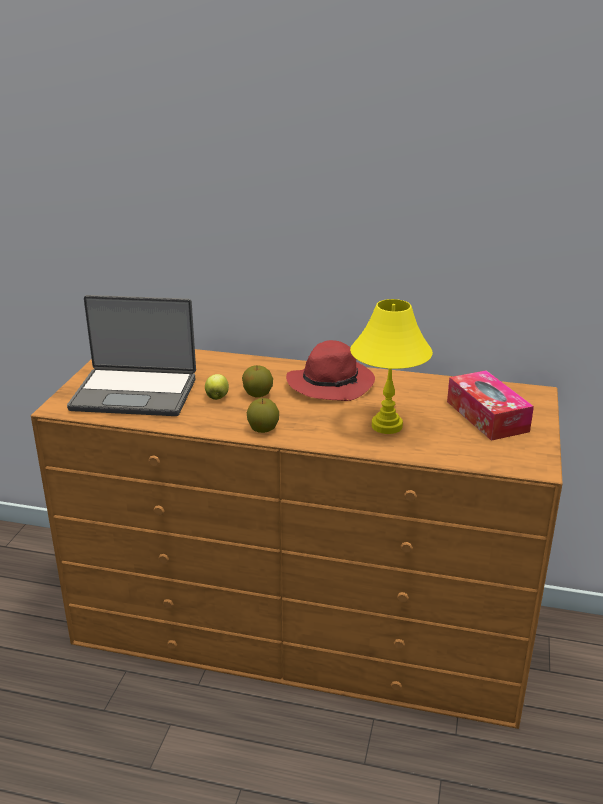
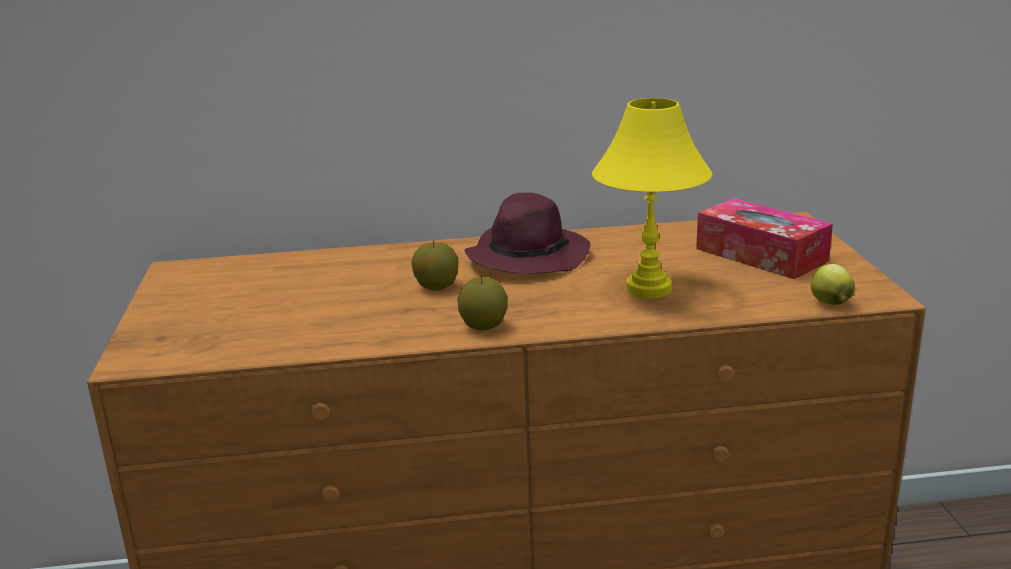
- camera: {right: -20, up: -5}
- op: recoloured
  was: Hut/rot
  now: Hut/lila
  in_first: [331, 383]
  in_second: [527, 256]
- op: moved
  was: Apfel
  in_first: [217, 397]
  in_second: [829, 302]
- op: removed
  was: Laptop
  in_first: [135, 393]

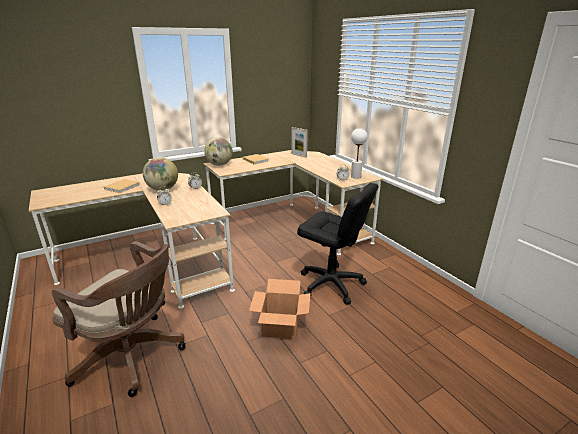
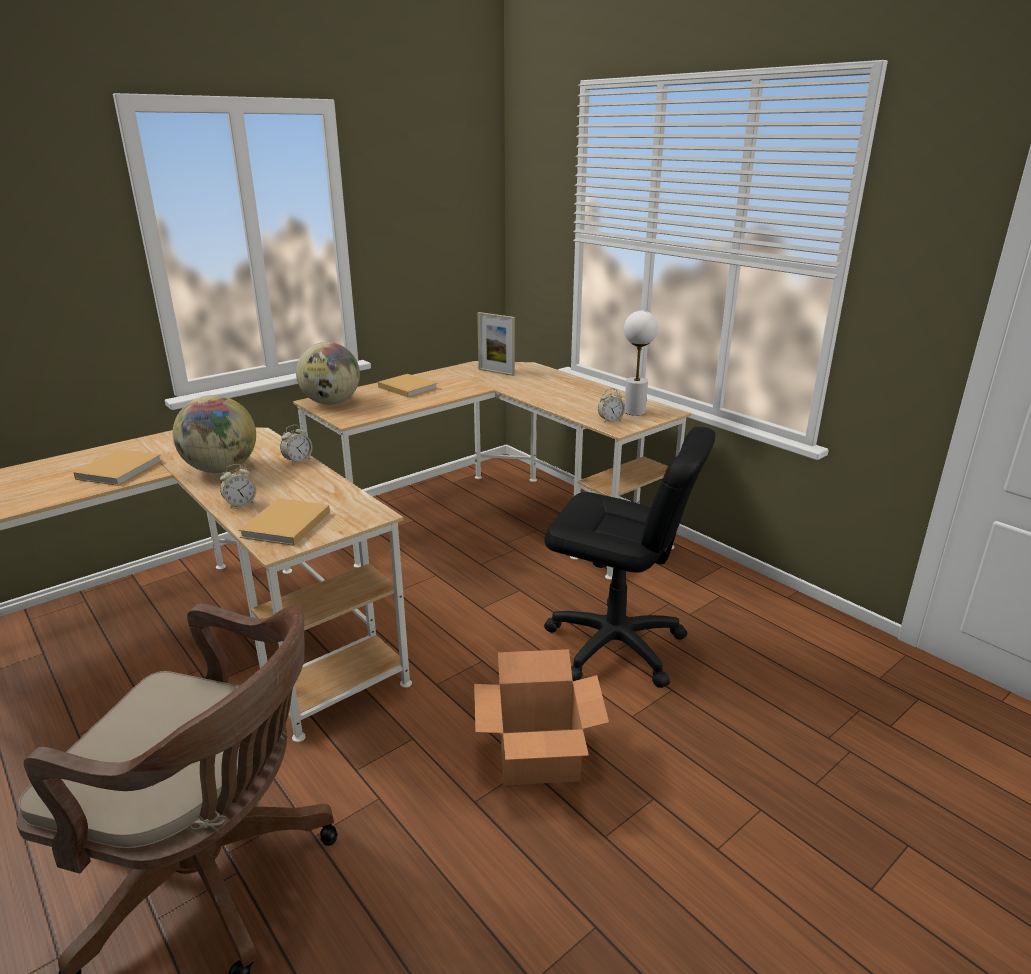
- camera: {right: -10, up: 0}
- op: added
  now: Buch/beige
  in_second: [285, 525]

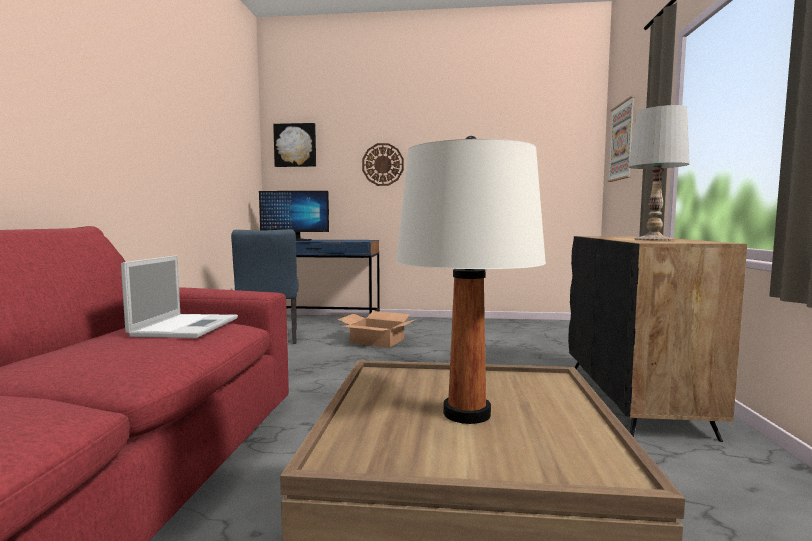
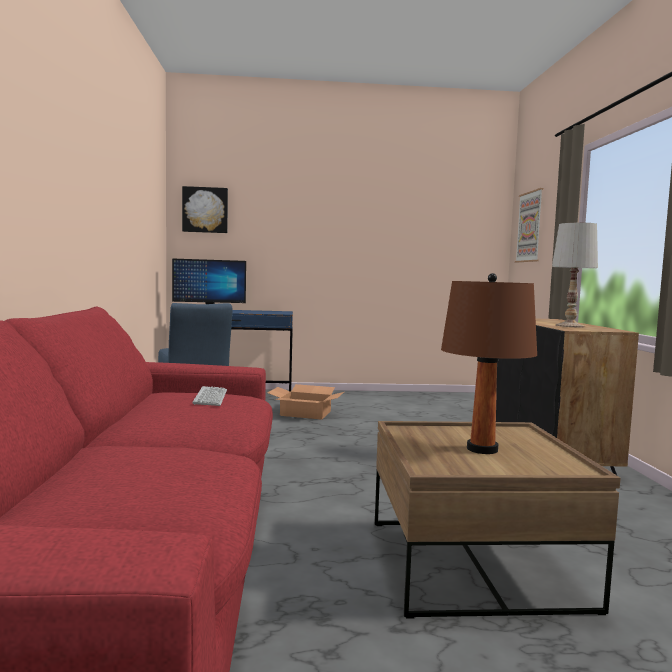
- camera: {right: -10, up: 0}
- op: replaced
  was: Laptop
  now: Tastatur
  in_first: [187, 326]
  in_second: [210, 397]
- op: recoloured
  was: Tischlampe/weiß
  now: Tischlampe/braun
  in_first: [467, 413]
  in_second: [482, 449]
- op: removed
  was: Wanduhr
  in_first: [383, 164]

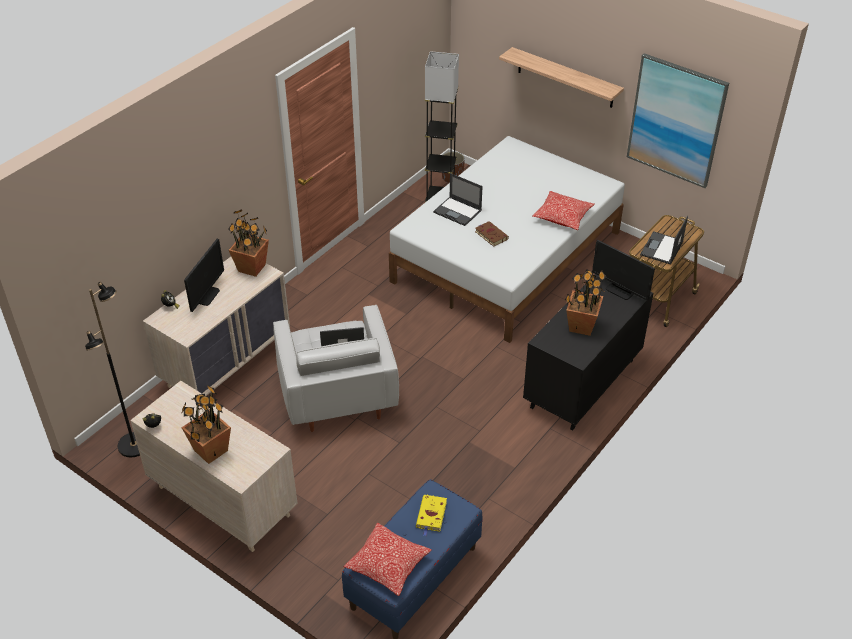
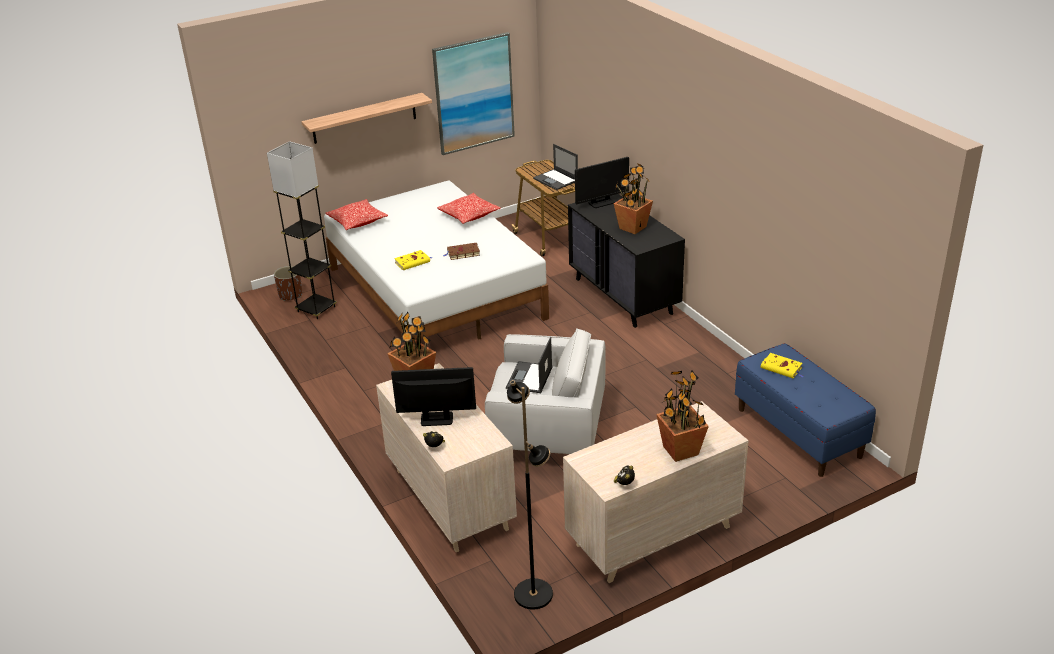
- camera: {right: -65, up: -10}
- op: moved
  was: Kissen
  in_first: [388, 565]
  in_second: [357, 221]
- op: turned
  was: Monitor
  in_first: [206, 295]
  in_second: [436, 419]
  clockwise: -45
- op: replaced
  was: Laptop
  now: Buch/gelb
  in_first: [458, 211]
  in_second: [413, 262]

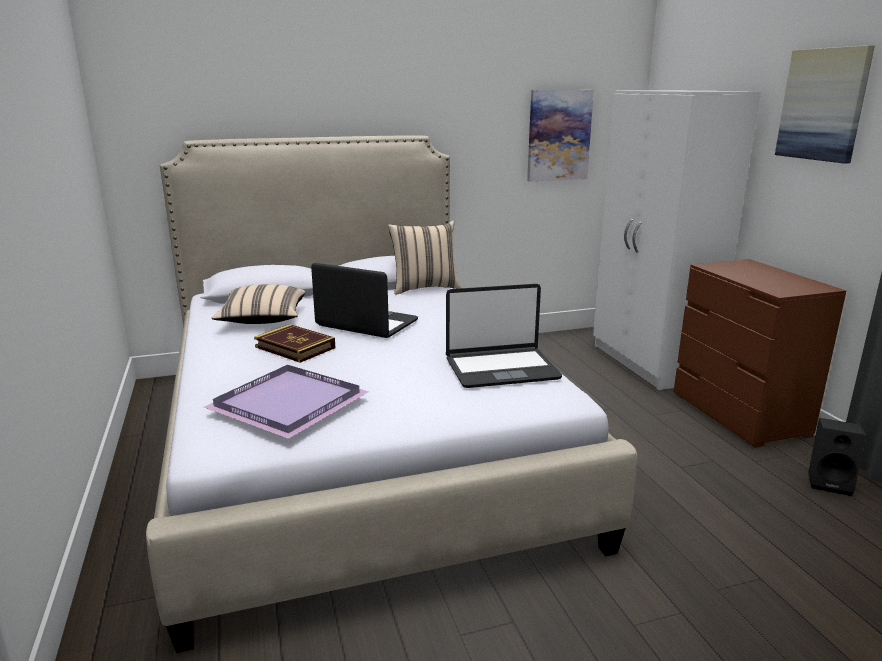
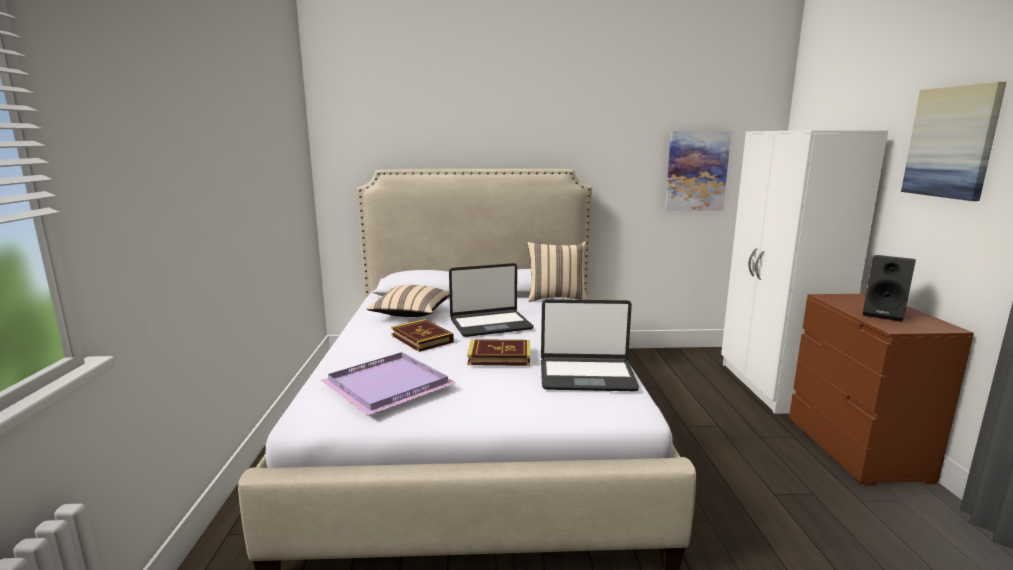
- camera: {right: 15, up: -5}
- op: turned
  was: Laptop
  in_first: [366, 324]
  in_second: [490, 324]
  clockwise: 120
- op: added
  now: Buch
  in_second: [499, 356]
- op: moved
  was: Lautsprecher/schwarz
  in_first: [830, 483]
  in_second: [885, 314]

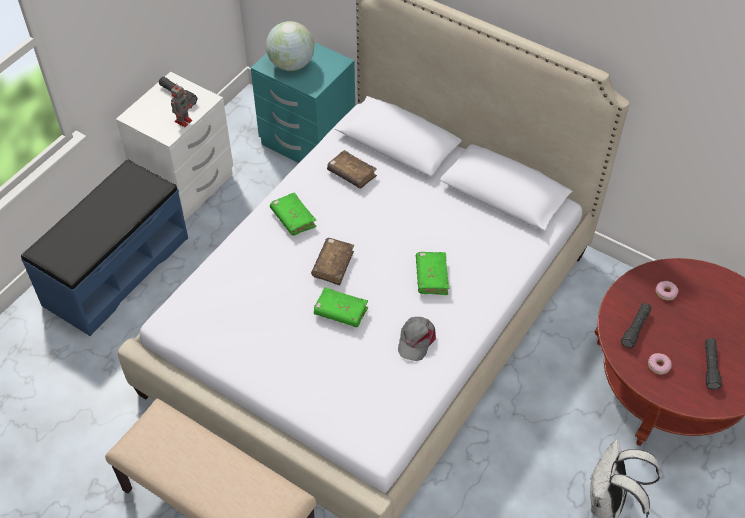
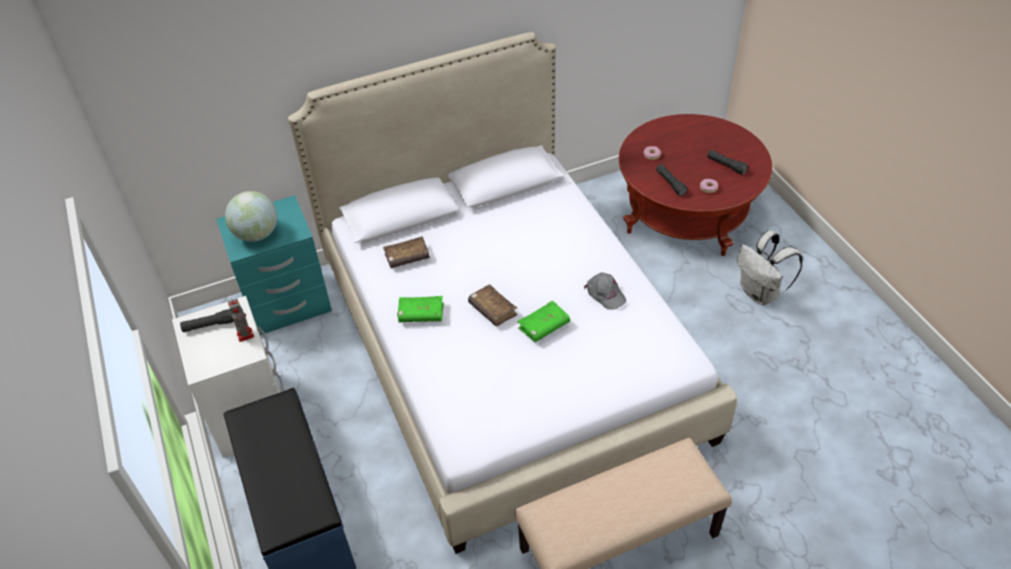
- camera: {right: -55, up: -5}
- op: removed
  was: Buch/grün
  in_first: [431, 277]

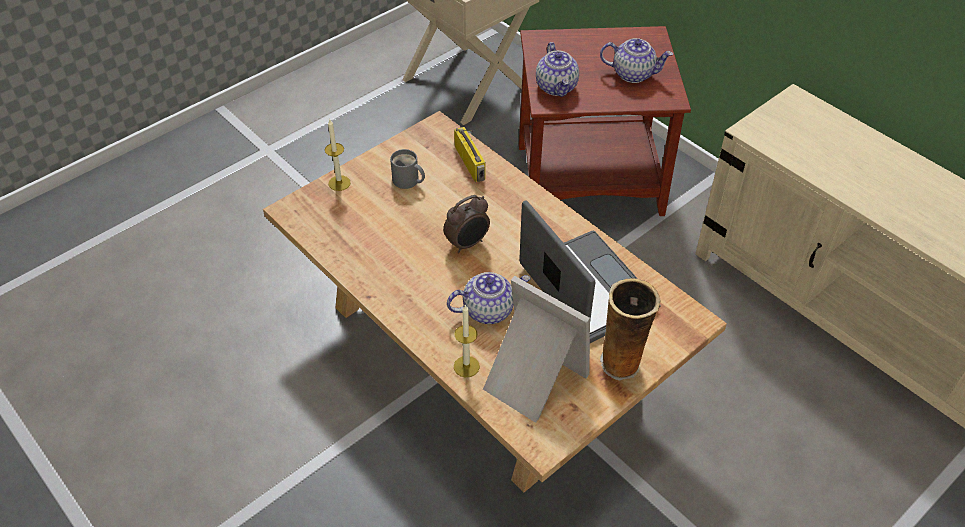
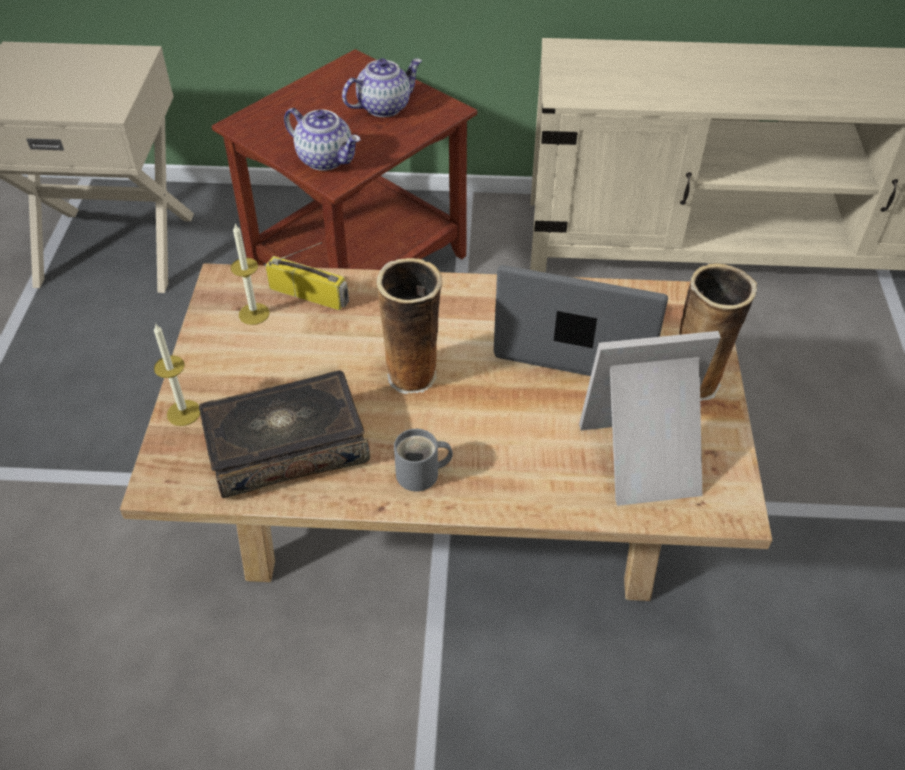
- camera: {right: -45, up: 0}
- op: added
  now: Buch
  in_second: [286, 446]
- op: moved
  was: Kerze
  in_first: [466, 366]
  in_second: [254, 314]
- op: replaced
  was: Wecker
  now: Vase
  in_first: [468, 244]
  in_second: [414, 376]
- op: moved
  was: Henkelbecher/grau
  in_first: [407, 181]
  in_second: [422, 474]
- op: removed
  was: Teekanne
  in_first: [488, 310]

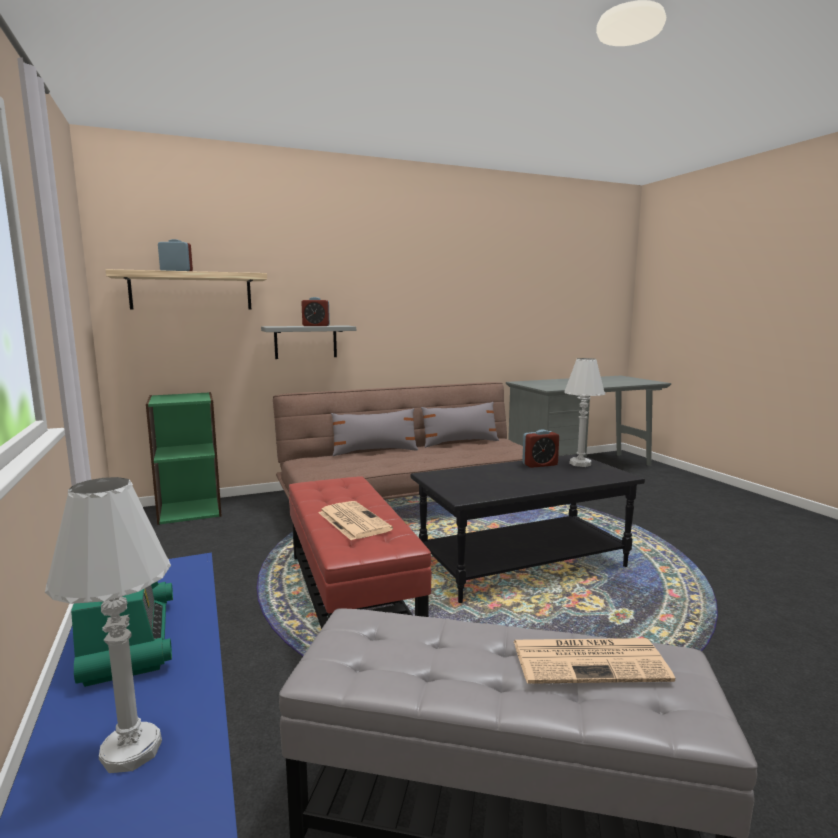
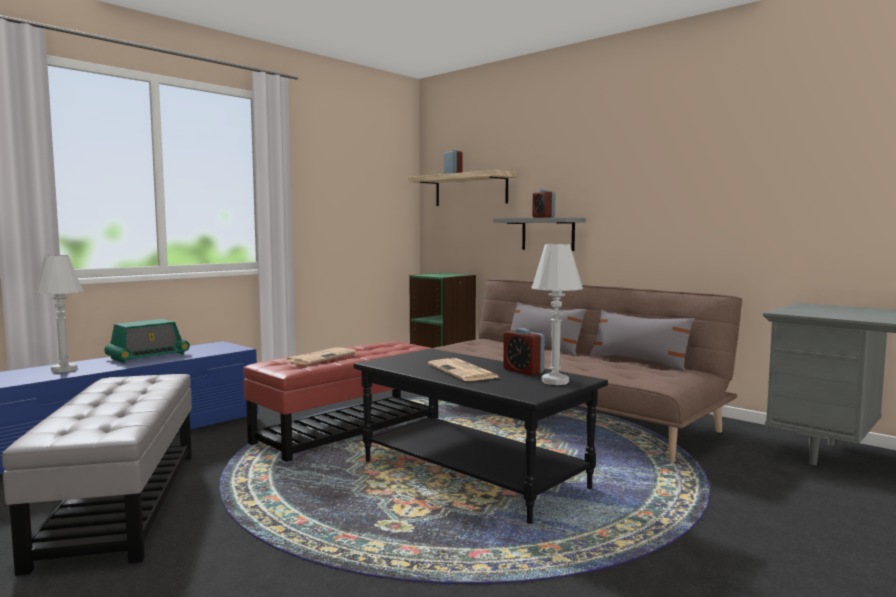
- camera: {right: 65, up: -5}
- op: moved
  was: Zeitung
  in_first: [590, 661]
  in_second: [464, 371]

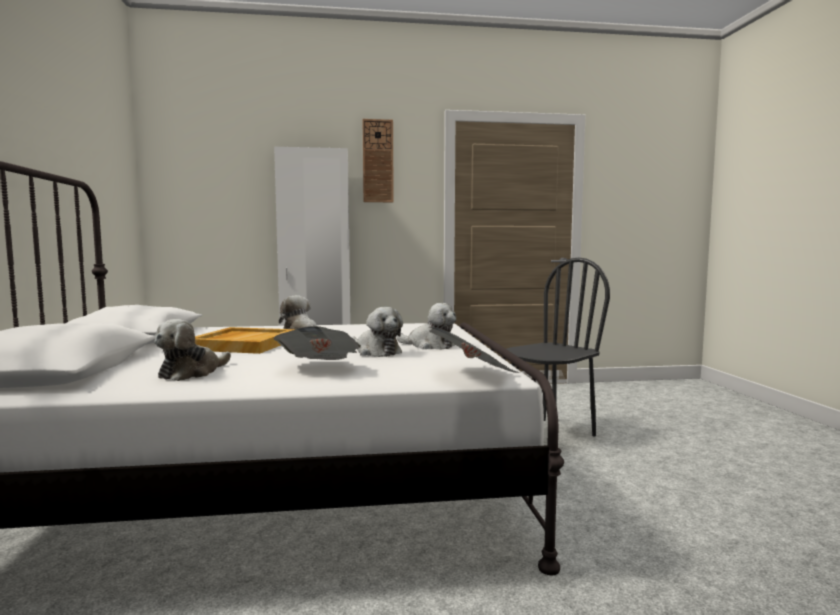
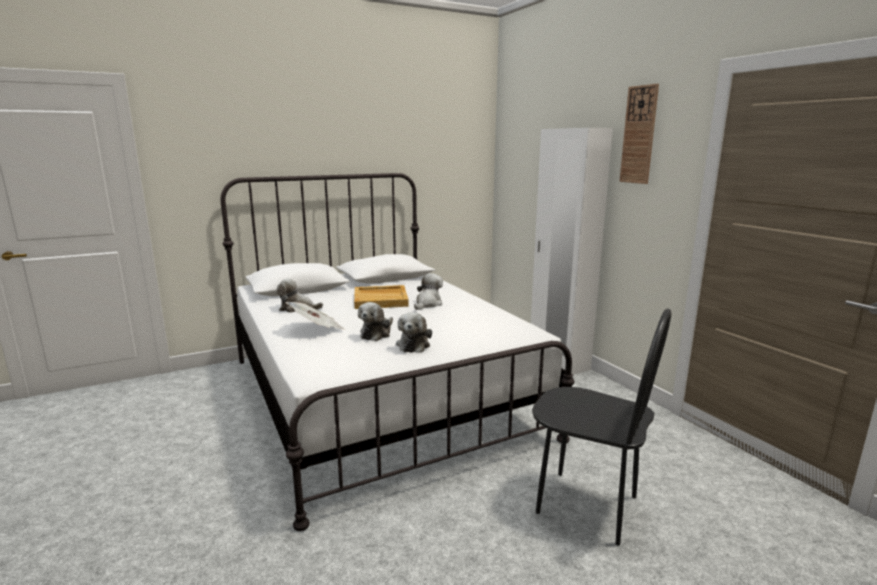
- camera: {right: 70, up: 10}
- op: removed
  was: Zeitung
  in_first: [474, 375]

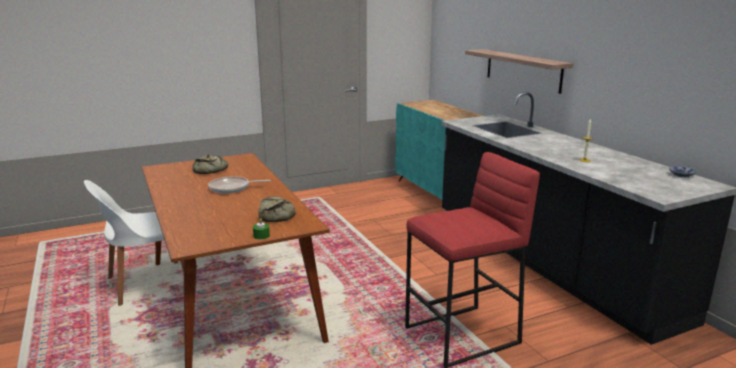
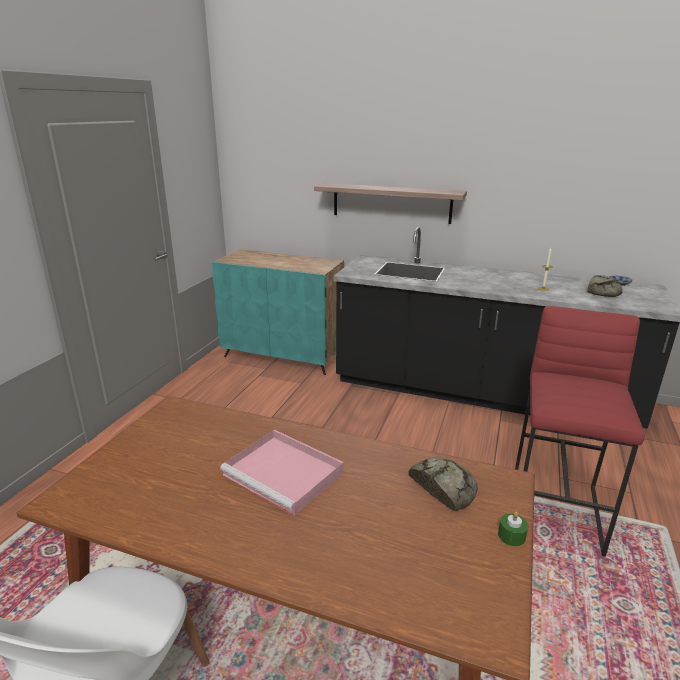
- camera: {right: -45, up: 5}
- op: replaced
  was: Pfanne
  now: Tablett/rosa
  in_first: [232, 188]
  in_second: [285, 474]
- op: moved
  was: Brot
  in_first: [210, 170]
  in_second: [604, 291]

